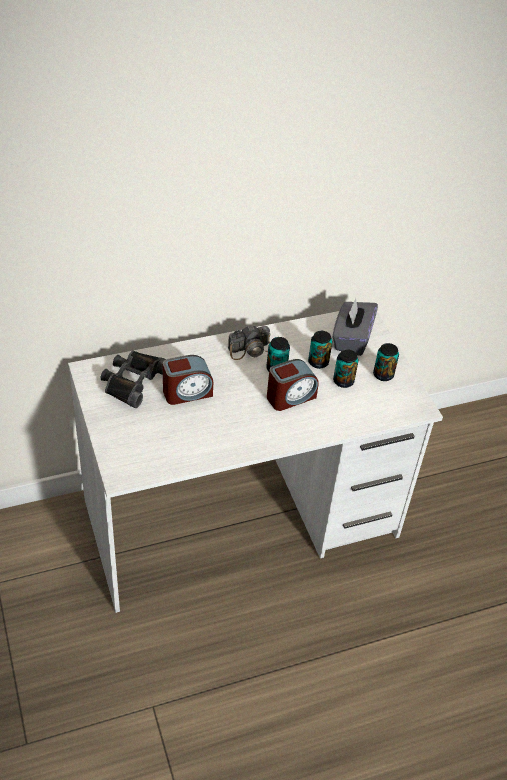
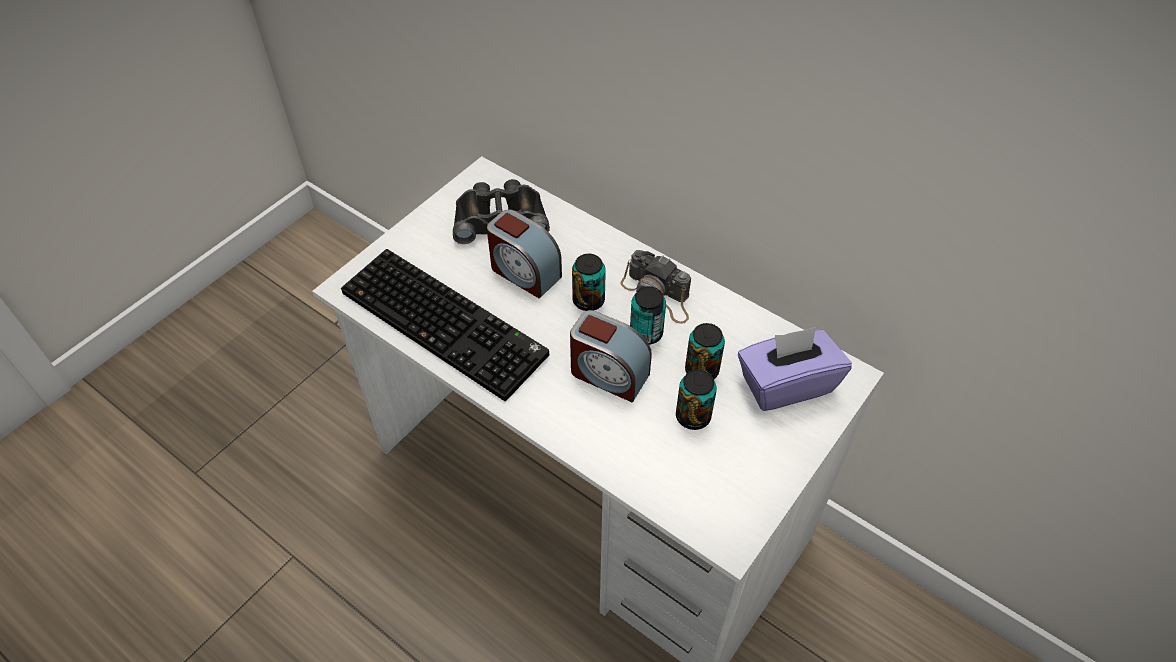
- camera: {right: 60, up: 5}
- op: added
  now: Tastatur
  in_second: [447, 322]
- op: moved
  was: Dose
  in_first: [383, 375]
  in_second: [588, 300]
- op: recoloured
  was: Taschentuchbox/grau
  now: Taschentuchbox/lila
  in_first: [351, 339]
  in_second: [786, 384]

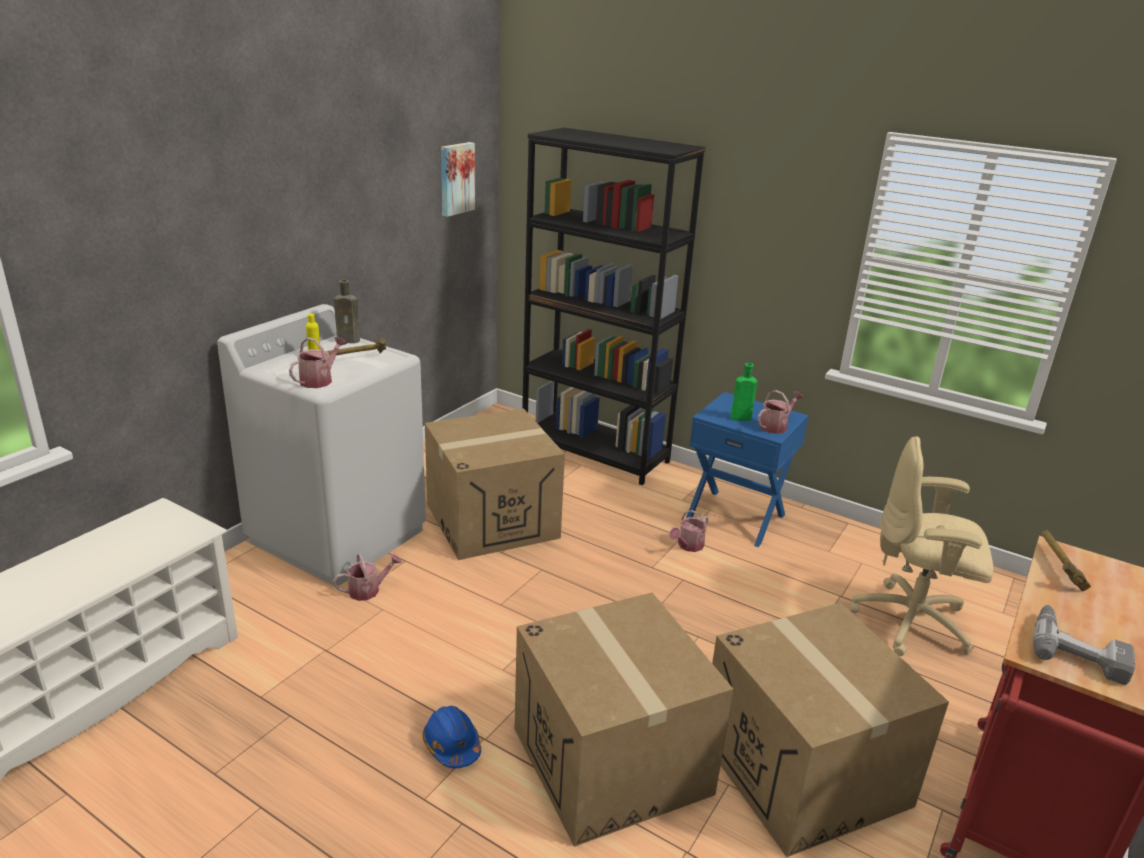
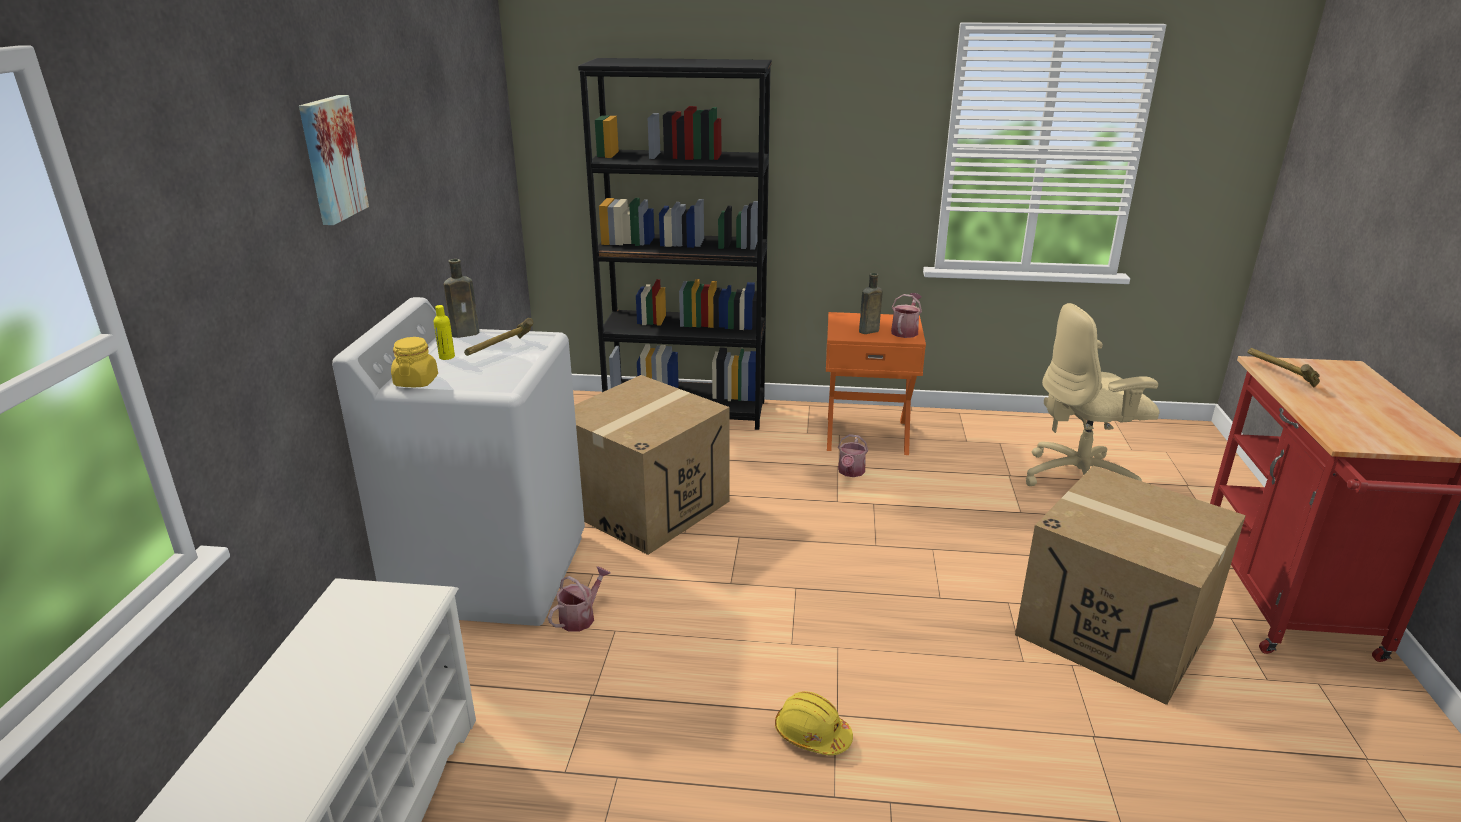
- camera: {right: -25, up: 0}
- op: moved
  was: Bild
  in_first: [455, 178]
  in_second: [330, 159]
- op: added
  now: Vorratsglas/gelb
  in_second: [416, 381]
- op: recoloured
  was: Schutzhelm/blau
  now: Schutzhelm/gelb
  in_first: [452, 745]
  in_second: [812, 734]
- op: recoloured
  was: Nachttisch/blau
  now: Nachttisch/orange
  in_first: [736, 517]
  in_second: [866, 434]
- op: recoloured
  was: Flasche/grün
  now: Flasche/braun
  in_first: [739, 418]
  in_second: [867, 331]
- op: removed
  was: Gießkanne
  in_first: [319, 380]
- op: removed
  was: Karton
  in_first: [612, 761]
- op: removed
  was: Bohrmaschine
  in_first: [1078, 650]

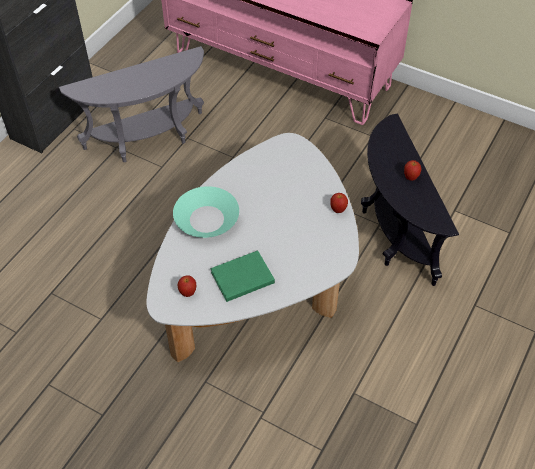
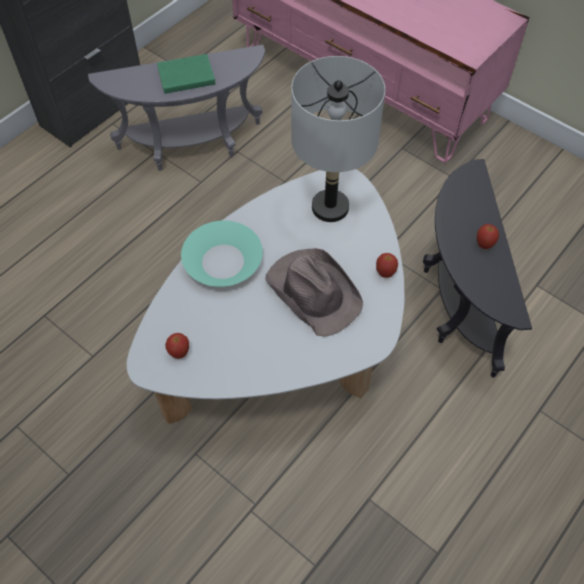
- camera: {right: 10, up: 5}
- op: moved
  was: Buch/grün
  in_first: [240, 277]
  in_second: [184, 75]
- op: added
  now: Hut/braun
  in_second: [313, 291]
- op: added
  now: Tischlampe/grau
  in_second: [330, 207]

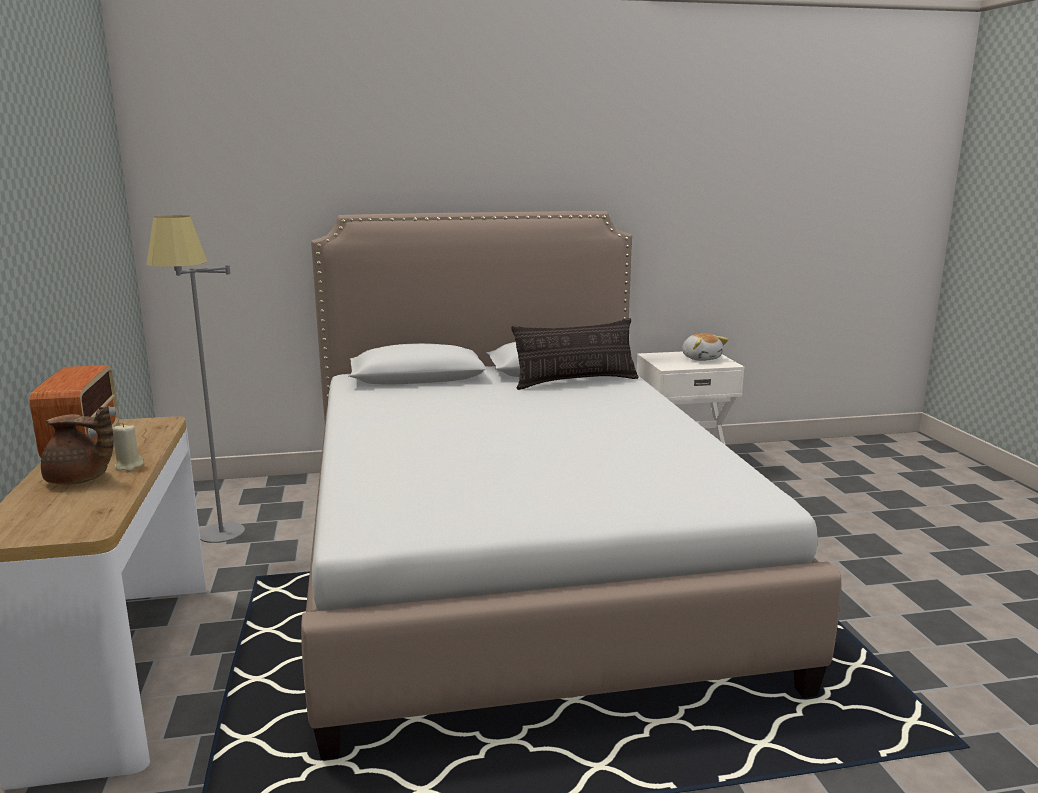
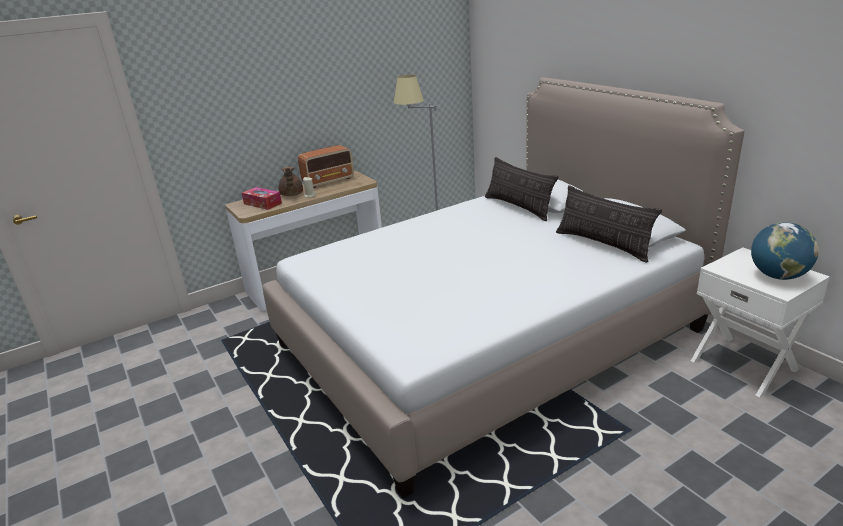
- camera: {right: 70, up: 10}
- op: added
  now: Taschentuchbox
  in_second: [262, 203]
- op: added
  now: Kissen
  in_second: [518, 207]
- op: replaced
  was: Plüschtier
  now: Globus
  in_first: [701, 358]
  in_second: [778, 276]

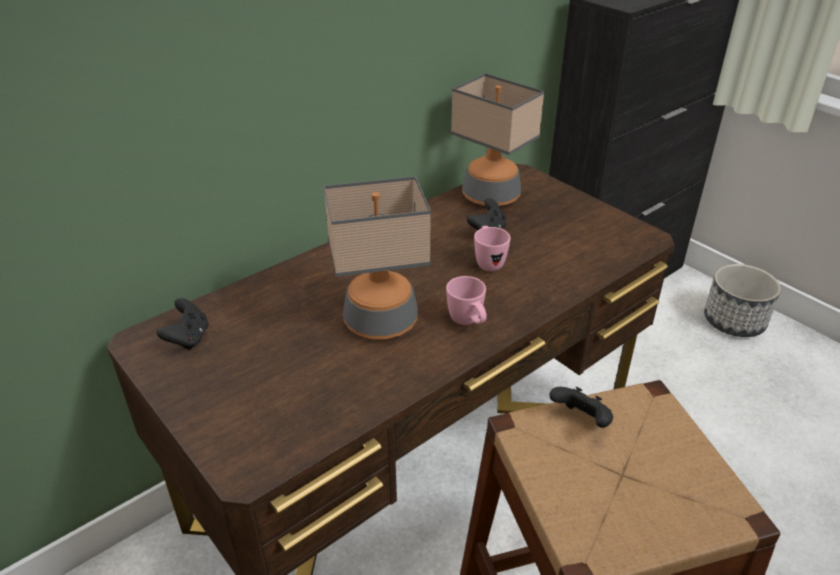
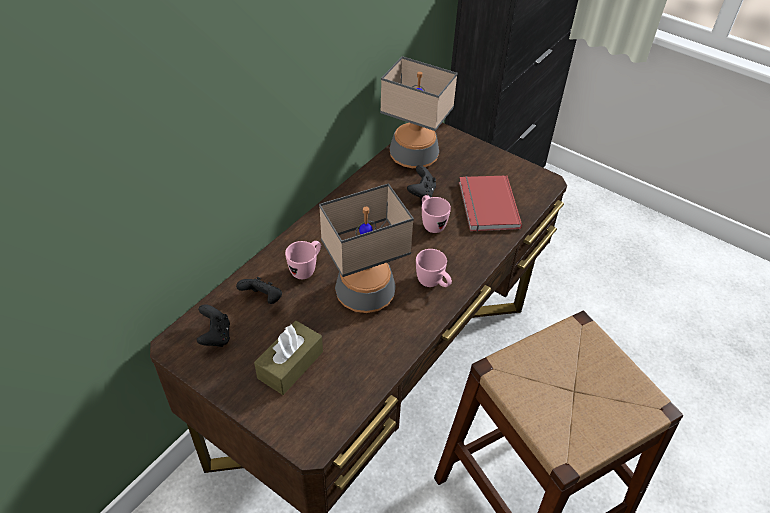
- camera: {right: -15, up: 10}
- op: moved
  was: Gamepad/schwarz
  in_first: [581, 420]
  in_second: [263, 299]
- op: added
  now: Taschentuchbox/braun
  in_second: [290, 365]
- op: added
  now: Henkelbecher/rosa
  in_second: [306, 269]
- op: added
  now: Buch/rot
  in_second: [486, 205]
- op: removed
  was: Pflanzkübel
  in_first: [734, 321]

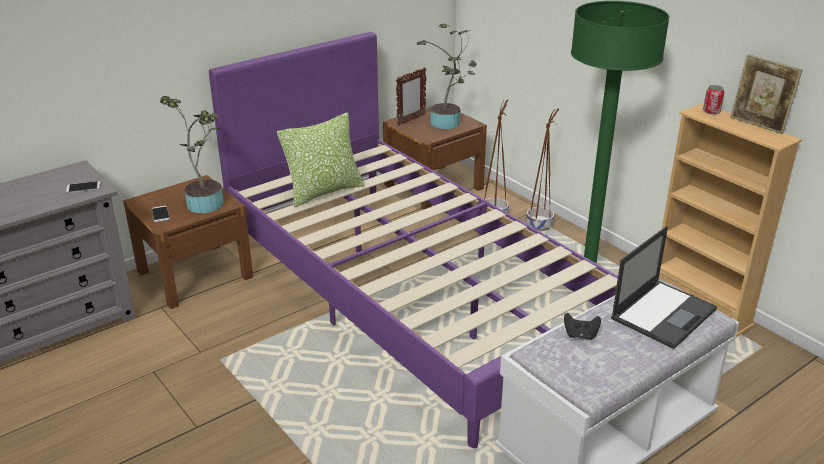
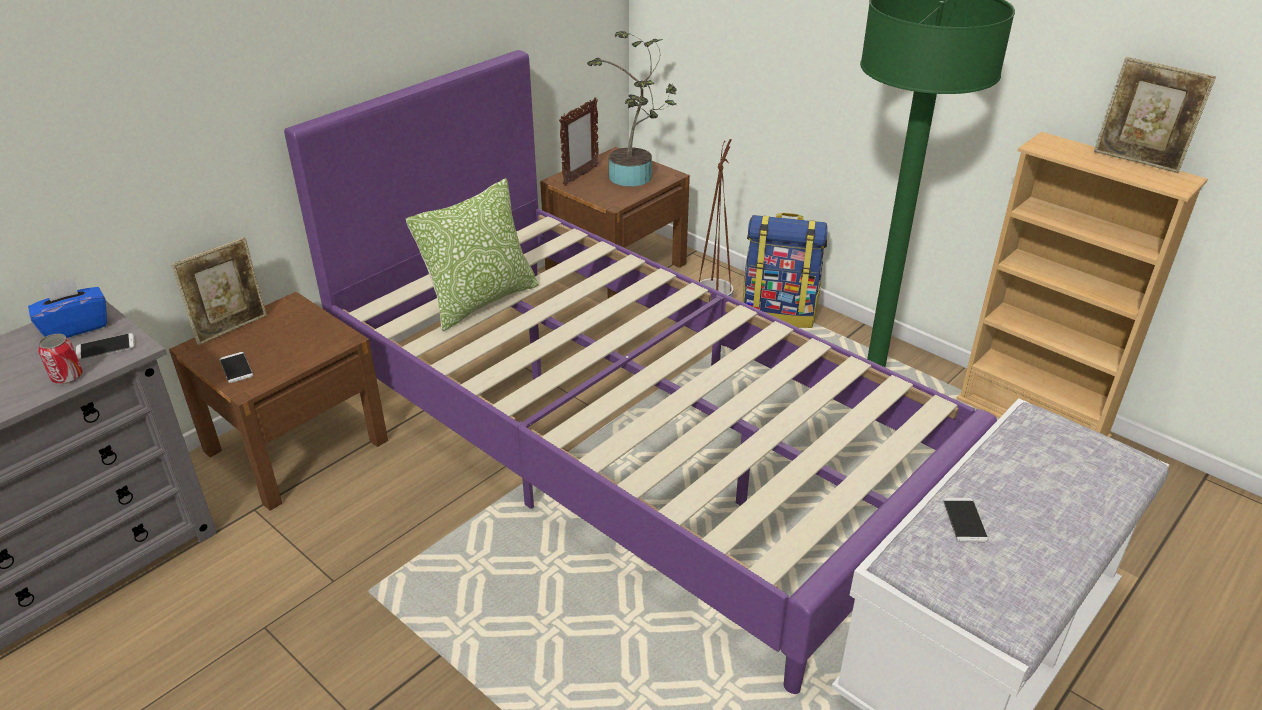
- camera: {right: -10, up: 5}
- op: added
  now: Taschentuchbox/blau
  in_second: [76, 327]
- op: moved
  was: Dose
  in_first: [711, 111]
  in_second: [67, 377]
- op: added
  now: Bilderrahmen
  in_second: [232, 328]
- op: replaced
  was: Pflanzkübel/braun
  now: Rucksack
  in_first: [540, 225]
  in_second: [779, 313]
- op: replaced
  was: Gamepad/schwarz
  now: Handy
  in_first: [580, 335]
  in_second: [964, 520]
- op: removed
  was: Topfpflanze
  in_first: [206, 202]
- op: removed
  was: Laptop
  in_first: [664, 313]

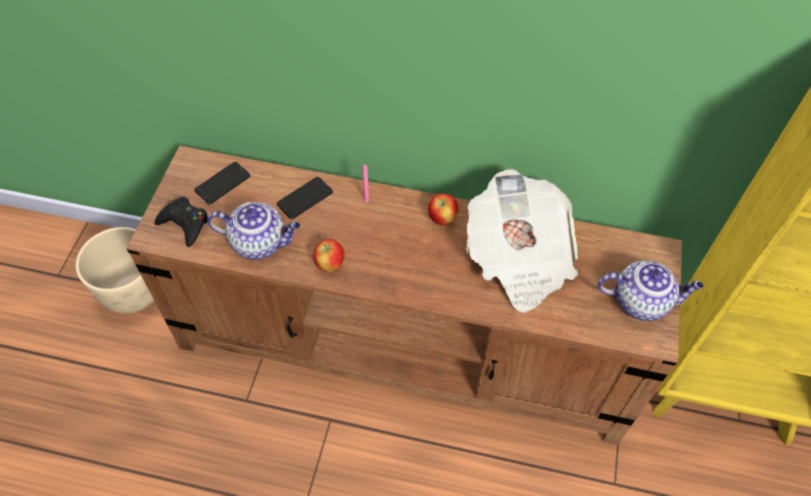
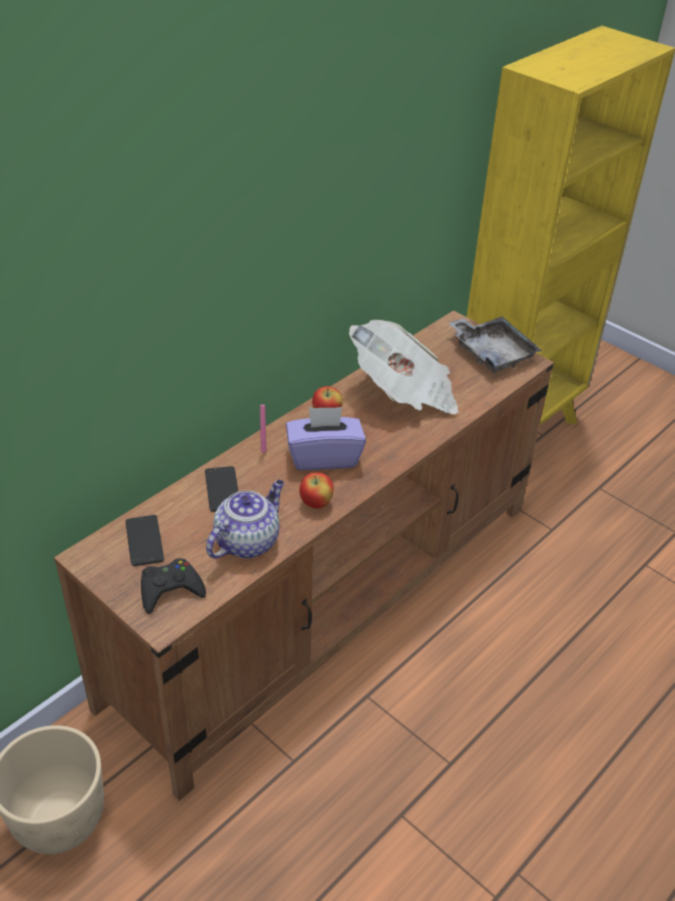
- camera: {right: -60, up: -15}
- op: added
  now: Taschentuchbox/lila
  in_second: [324, 457]
- op: replaced
  was: Teekanne
  now: Tablett/grau
  in_first: [641, 301]
  in_second: [492, 353]

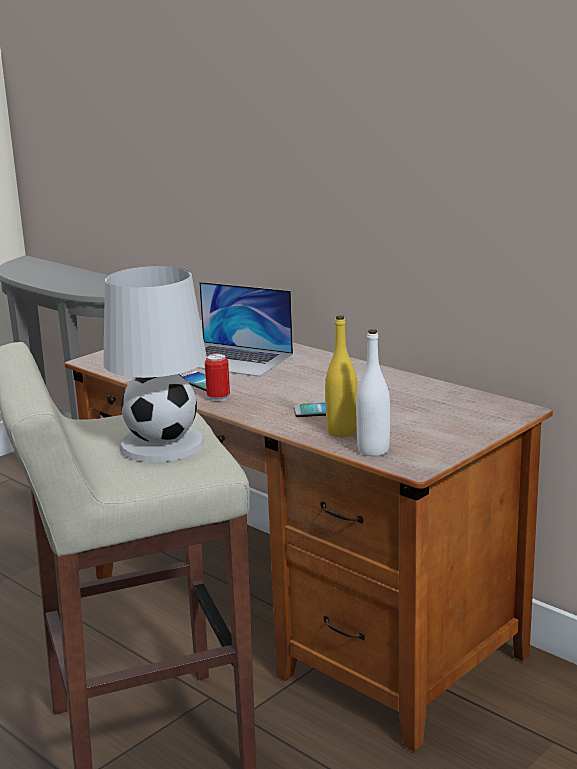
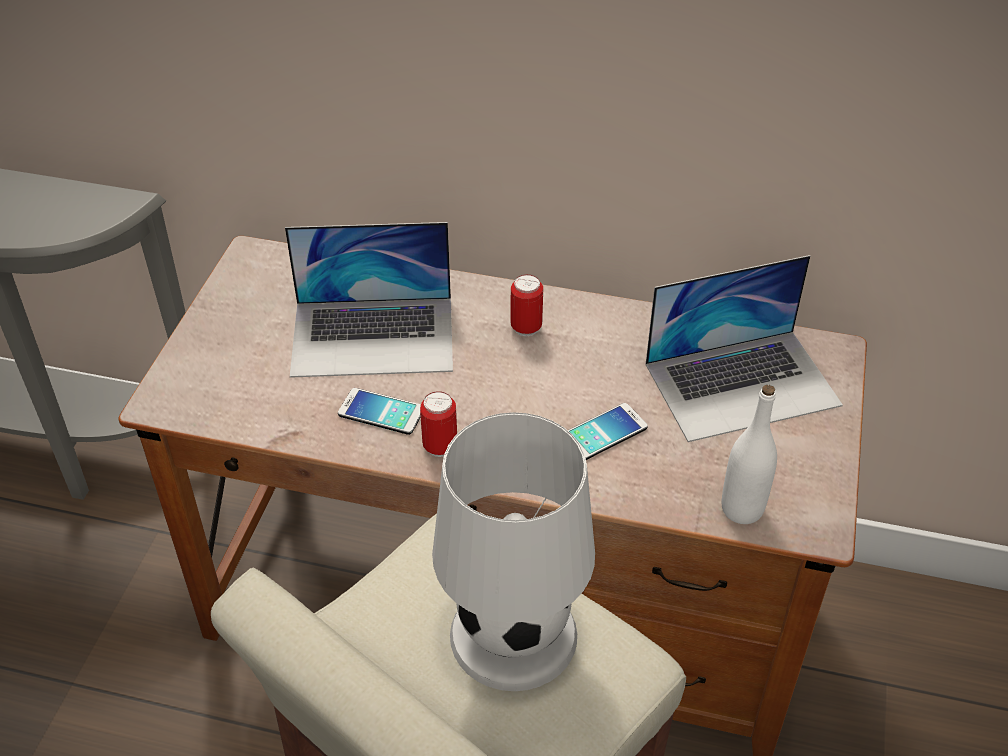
- camera: {right: -30, up: 25}
- op: added
  now: Dose
  in_second: [526, 328]
- op: added
  now: Laptop
  in_second: [742, 384]
- op: removed
  was: Flasche/gelb
  in_first: [342, 432]

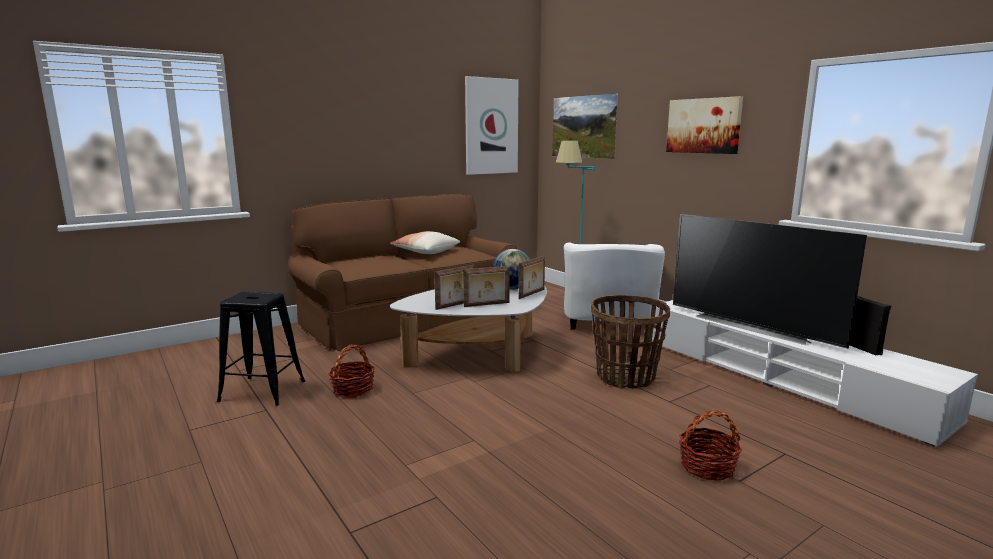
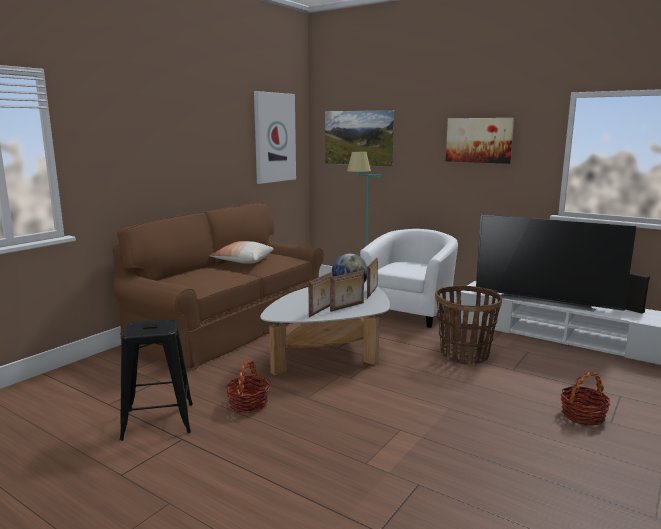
- camera: {right: -20, up: 0}
- op: turned
  was: Sessel/weiß
  in_first: [608, 325]
  in_second: [410, 311]
  clockwise: -135

